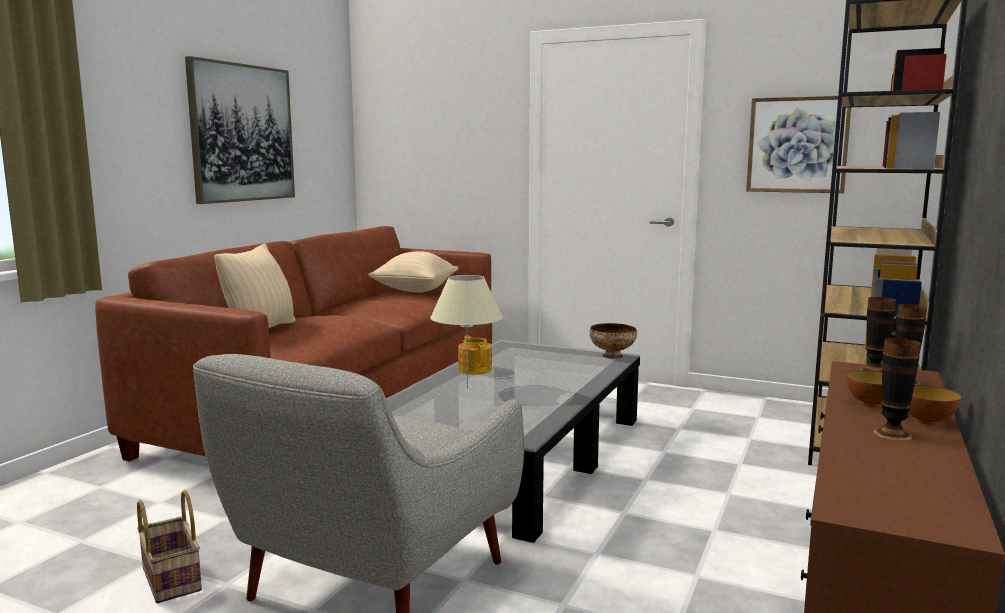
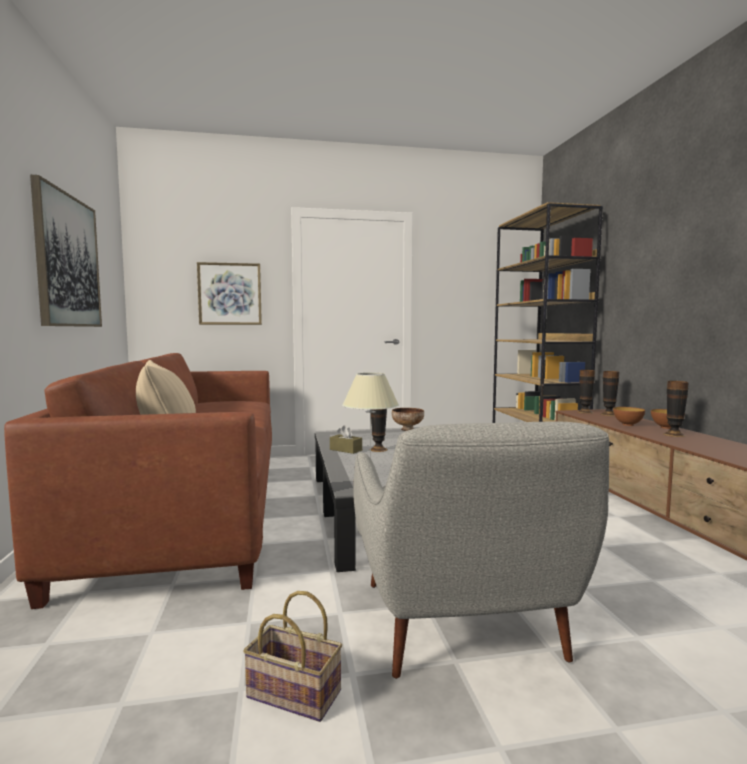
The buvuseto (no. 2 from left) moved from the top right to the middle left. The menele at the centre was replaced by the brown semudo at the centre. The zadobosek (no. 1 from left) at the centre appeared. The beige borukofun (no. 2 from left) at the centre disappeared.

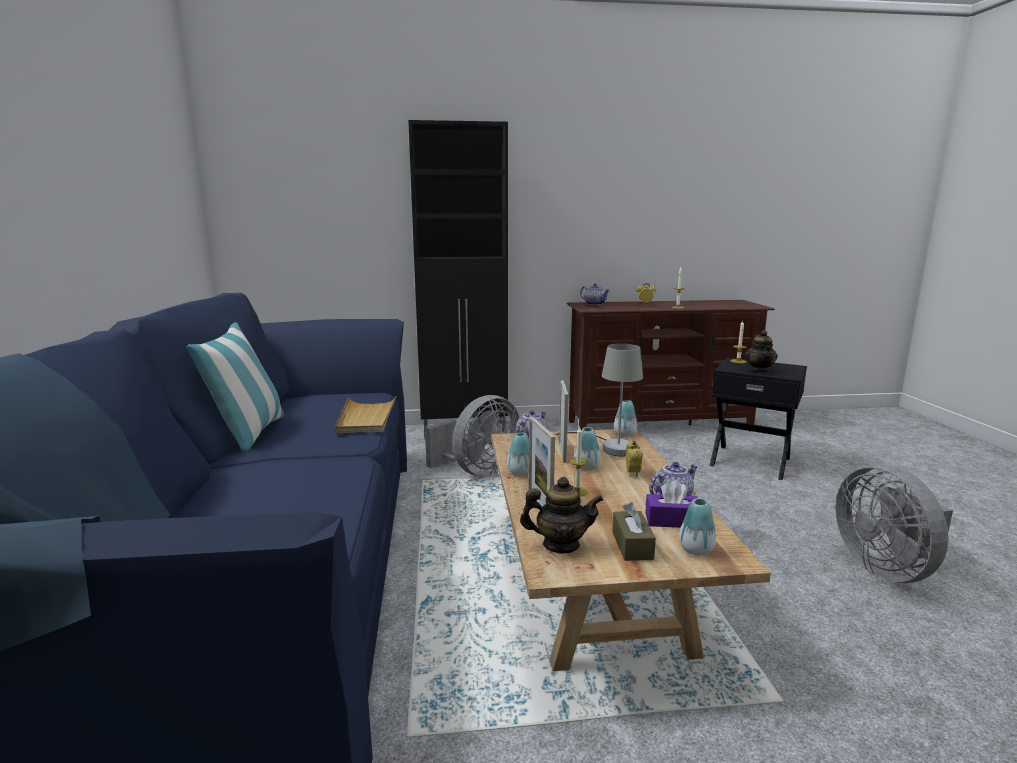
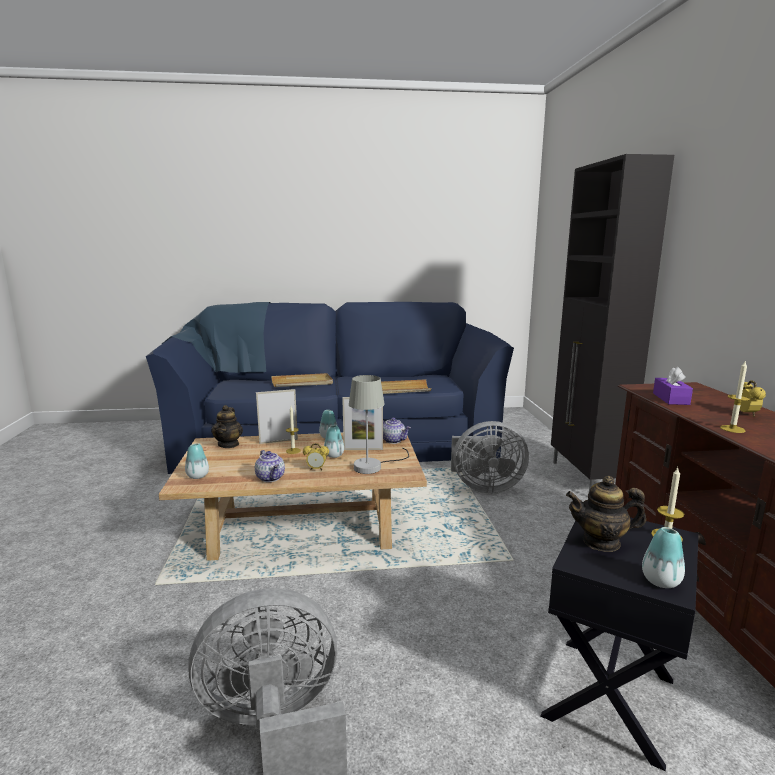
The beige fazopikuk (no. 1 from left) at the centre appeared. The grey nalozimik (no. 1 from left in the first image) at the centre turned 45 degrees counterclockwise. The zadobosek (no. 3 from left in the first image) moved from the centre to the bottom right. The purple semudo moved from the centre to the middle right. The borukofun at the middle left disappeared. The menele (no. 3 from left) at the centre disappeared. The brown semudo at the bottom centre disappeared.

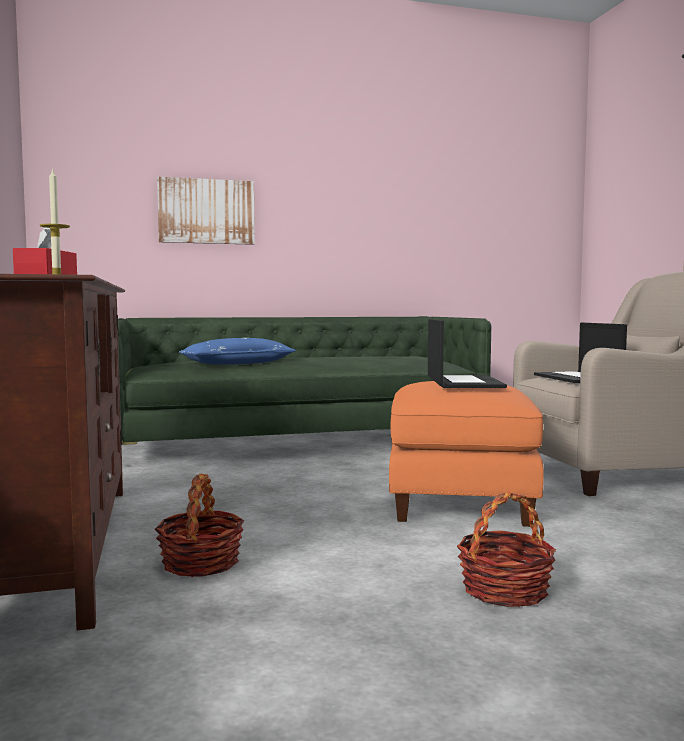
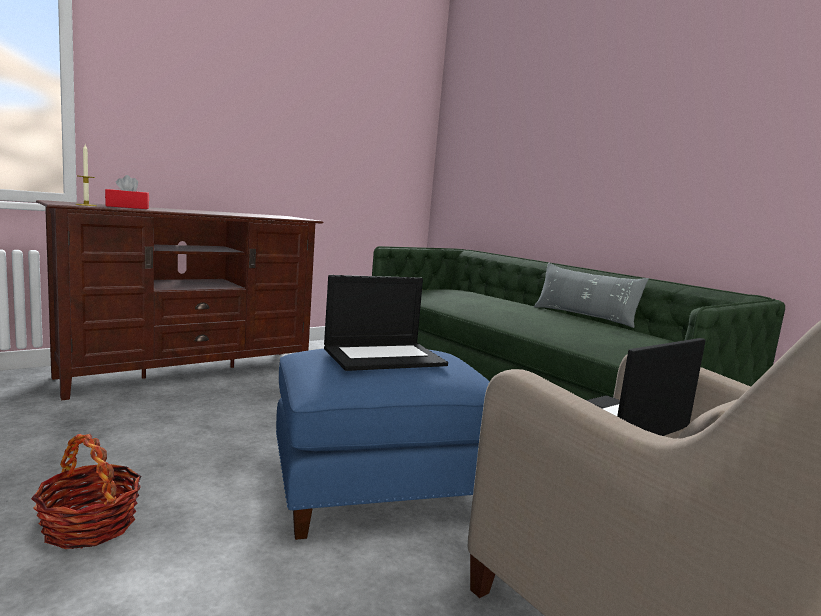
The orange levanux at the middle right became the blue levanux at the bottom centre. The grey borukofun at the middle right appeared. The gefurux (no. 1 from left) at the bottom left disappeared. The buvuseto at the top left disappeared. The blue borukofun at the centre disappeared.

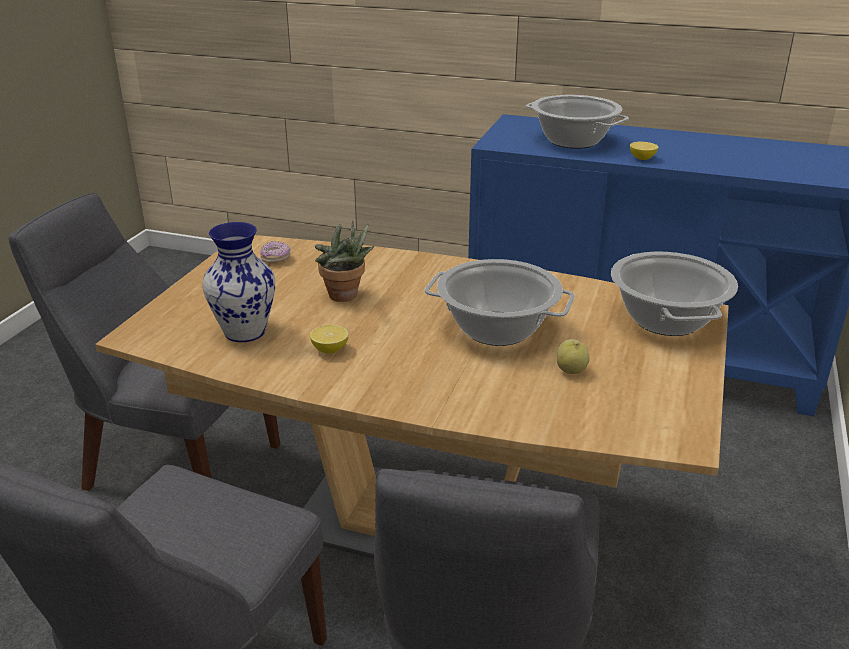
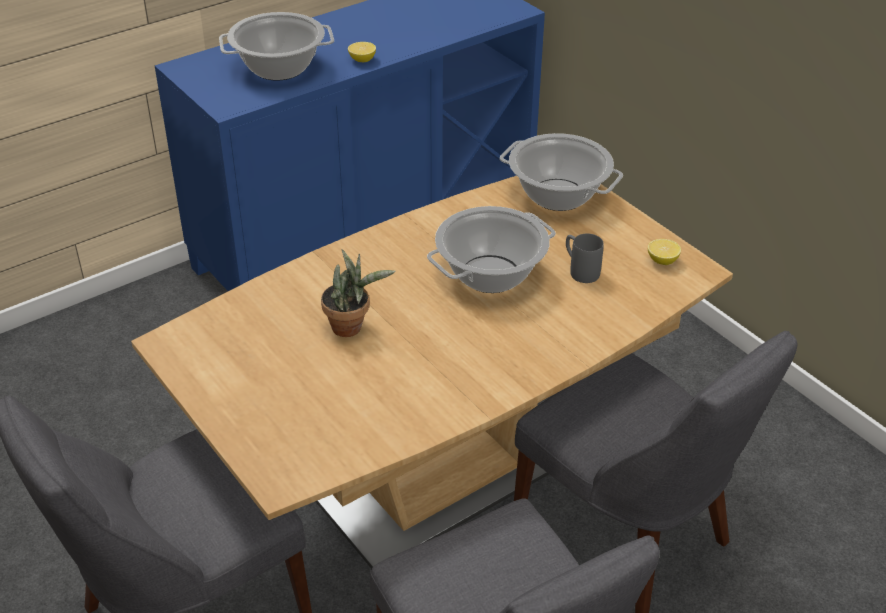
The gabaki at the middle right was replaced by the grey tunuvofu at the centre. The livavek (no. 1 from left in the first image) moved from the centre to the middle right. The zadobosek at the middle left disappeared. The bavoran at the middle left disappeared.

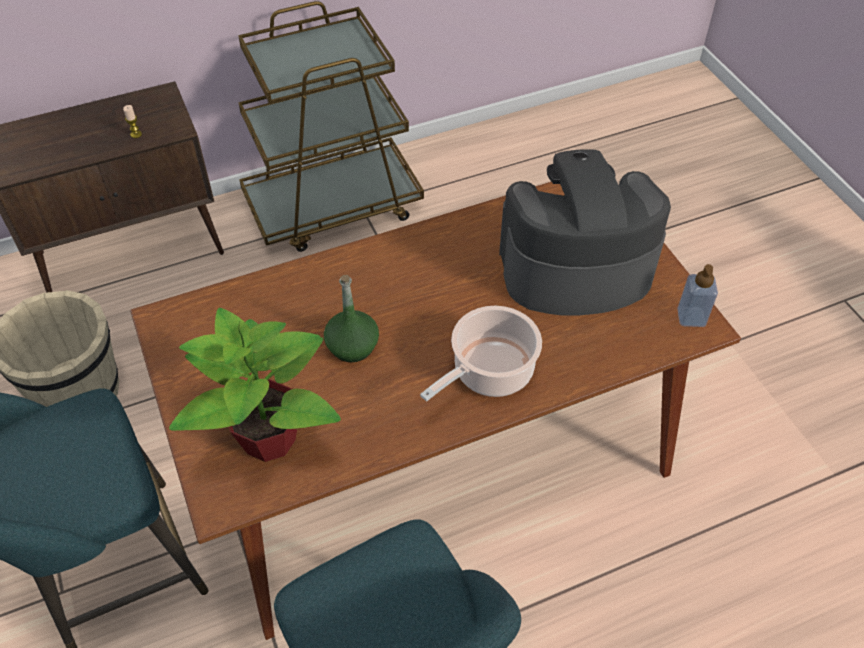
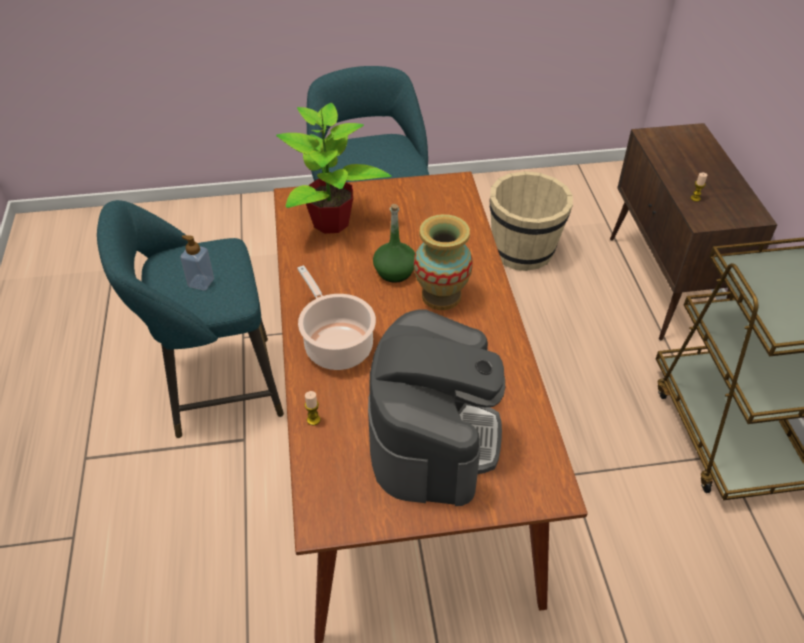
The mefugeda moved from the middle right to the middle left. The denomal (no. 1 from left) at the centre appeared. The zadobosek at the centre appeared.

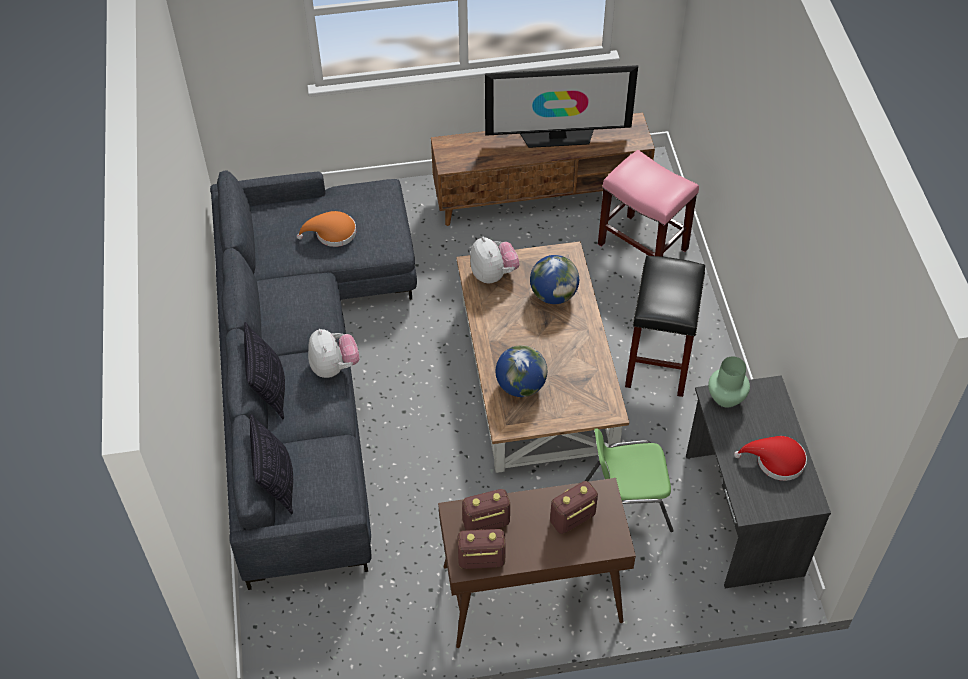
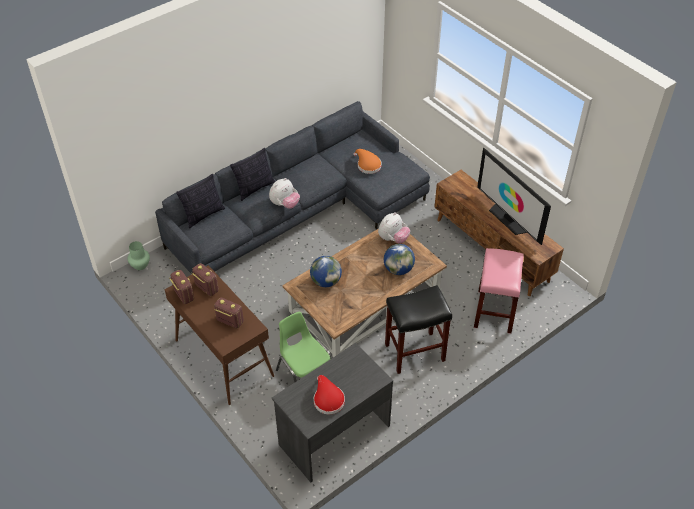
The green zadobosek moved from the middle right to the middle left.

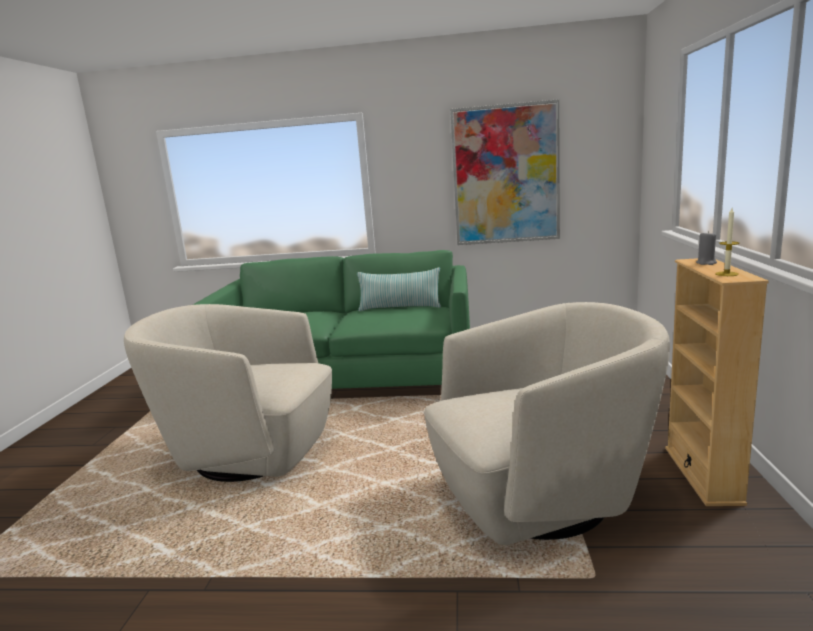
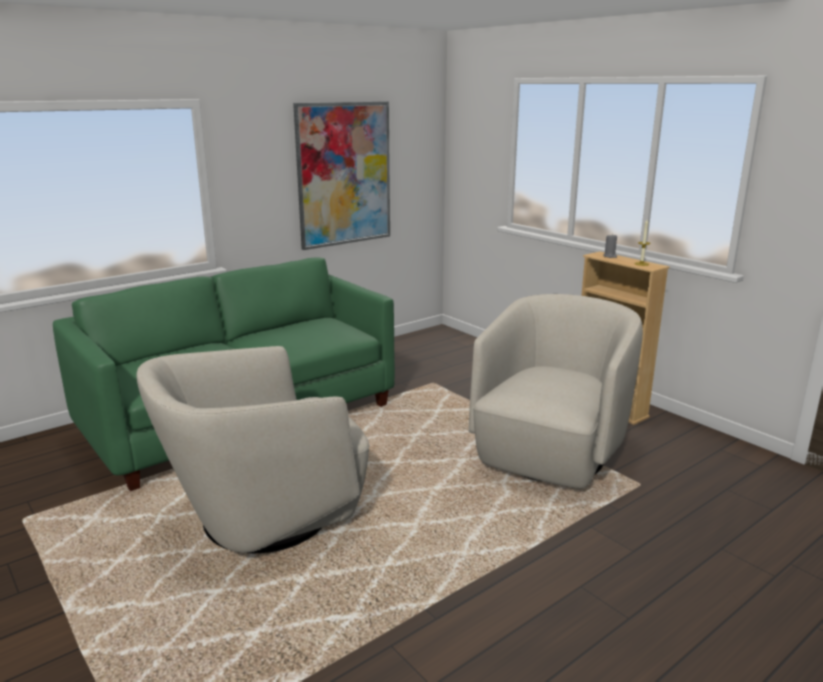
The borukofun at the centre disappeared.

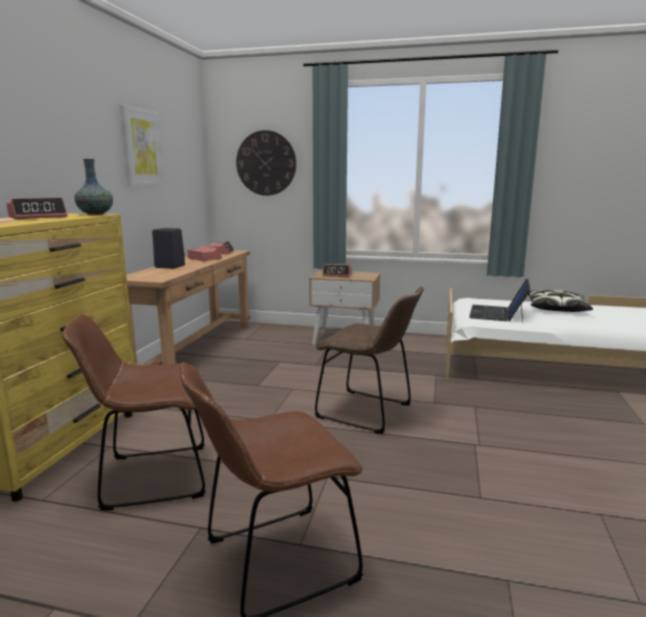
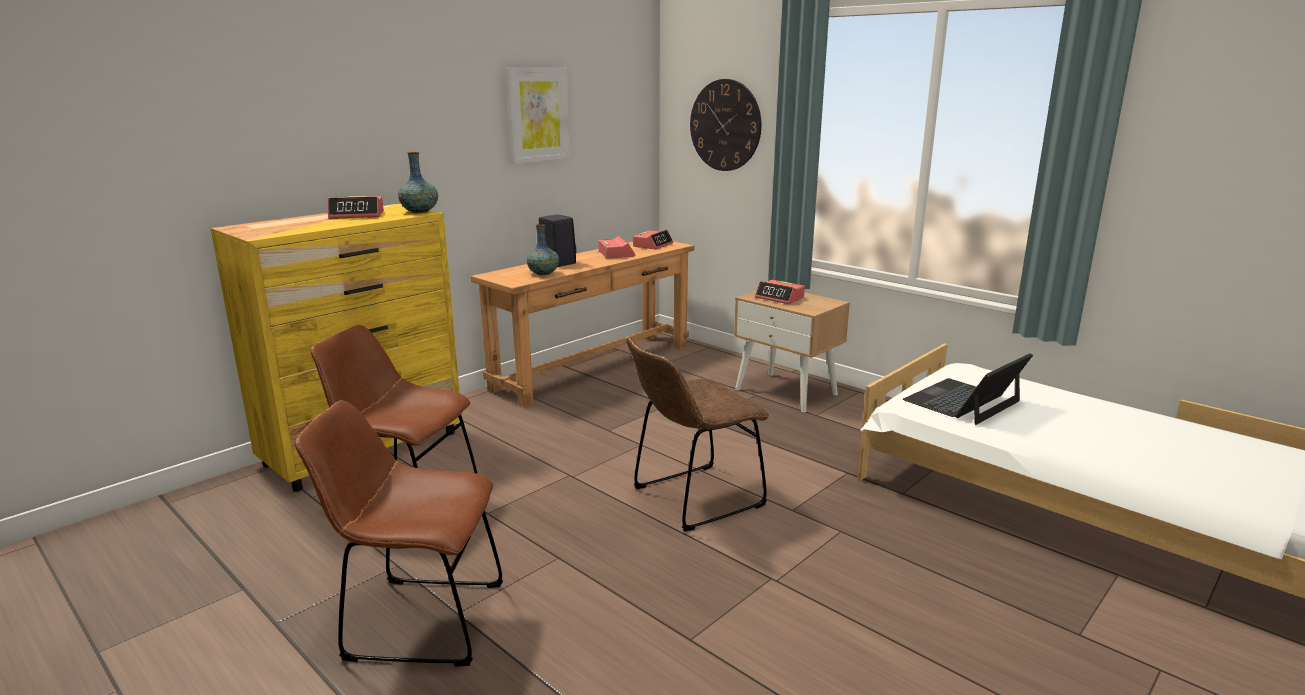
The zadobosek (no. 2 from left) at the centre appeared. The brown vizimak (no. 3 from left) at the centre turned 90 degrees clockwise. The borukofun at the middle right disappeared.

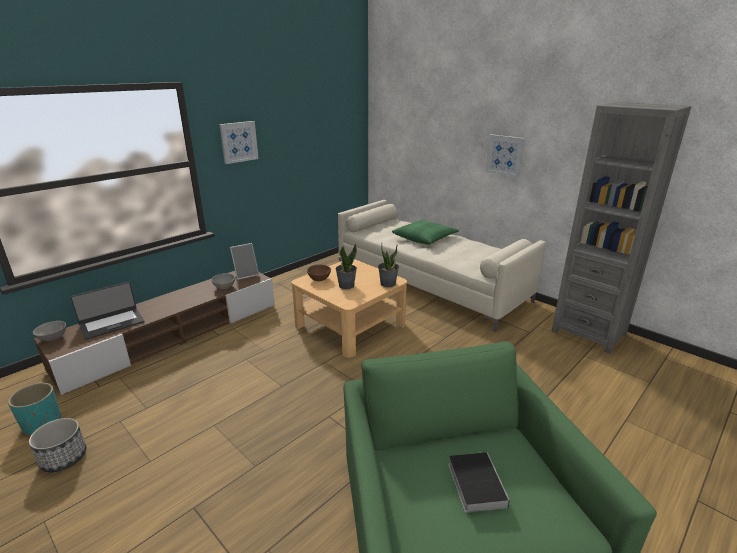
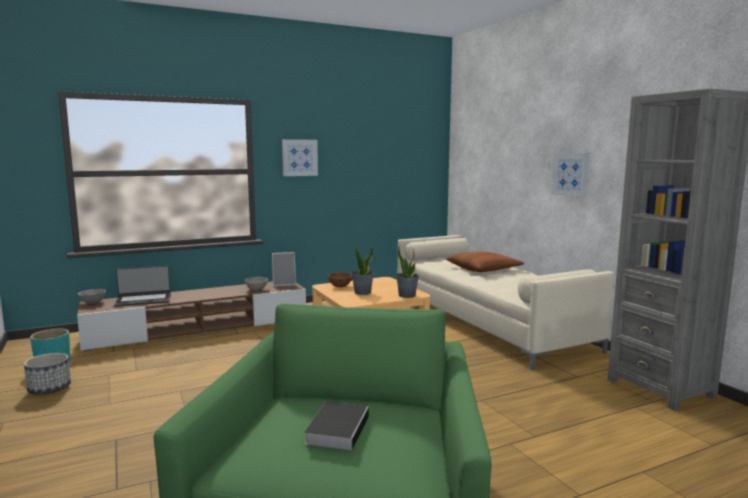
The green borukofun at the centre became the brown borukofun at the centre.

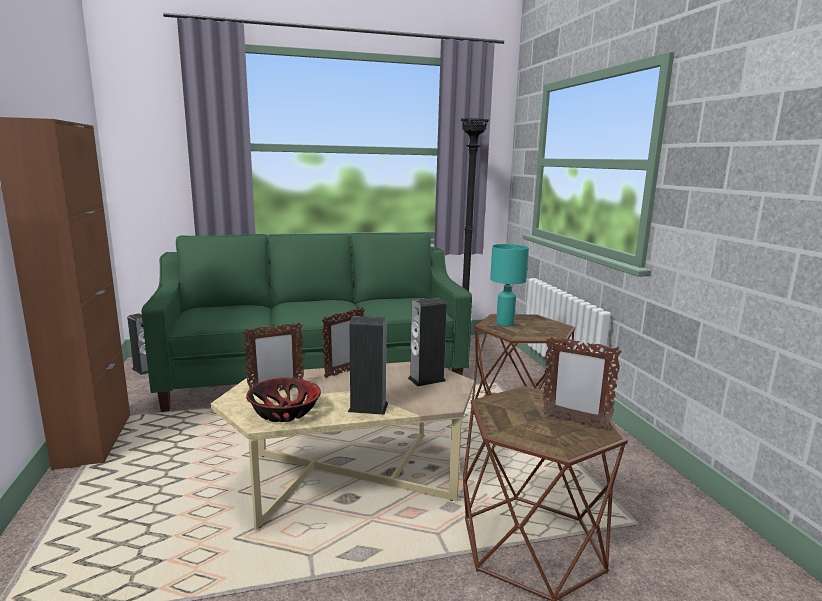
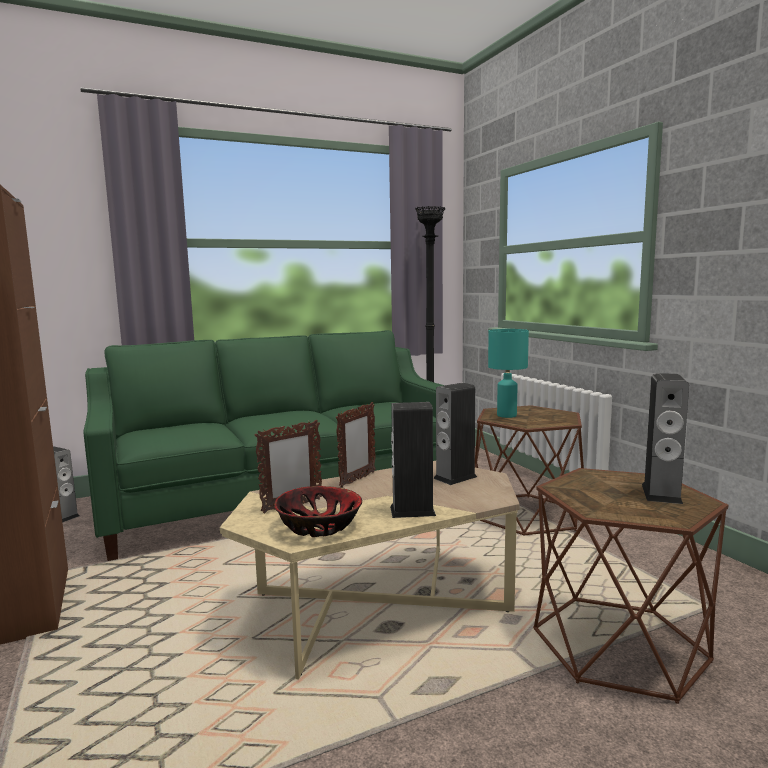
The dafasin (no. 3 from left) at the middle right was replaced by the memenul (no. 4 from left) at the middle right.

